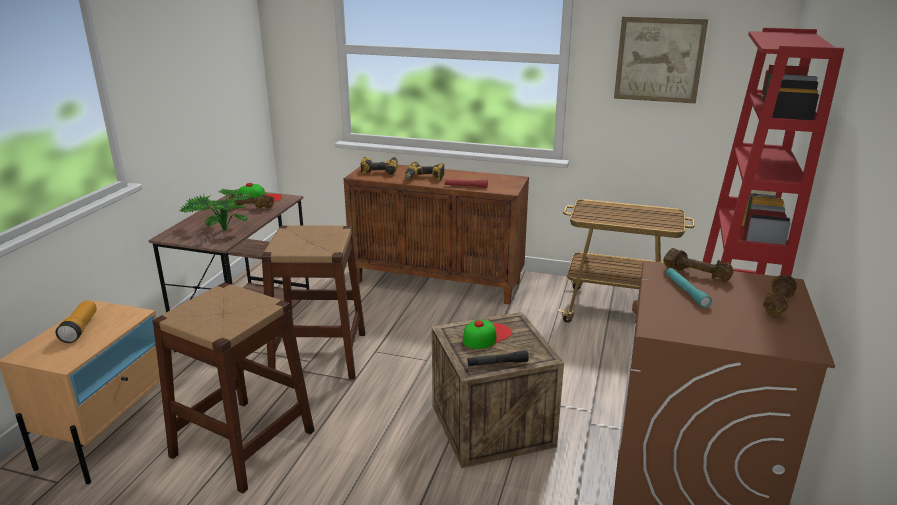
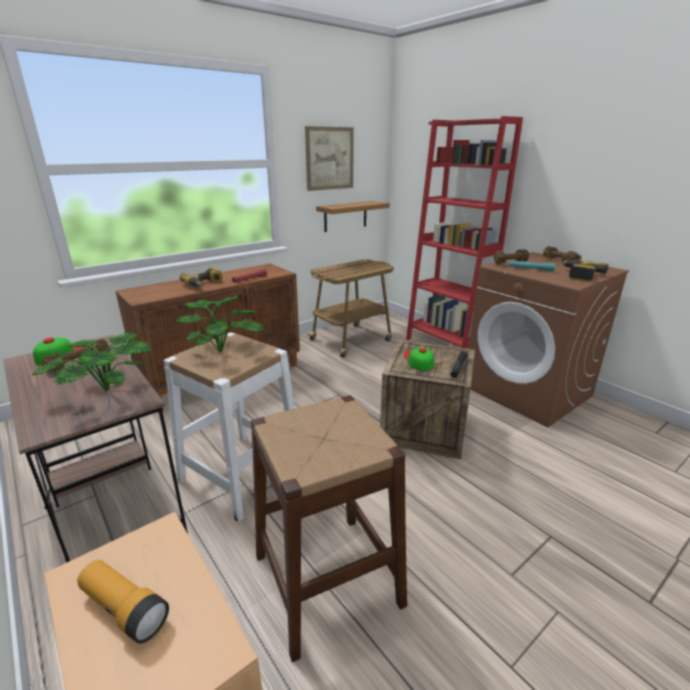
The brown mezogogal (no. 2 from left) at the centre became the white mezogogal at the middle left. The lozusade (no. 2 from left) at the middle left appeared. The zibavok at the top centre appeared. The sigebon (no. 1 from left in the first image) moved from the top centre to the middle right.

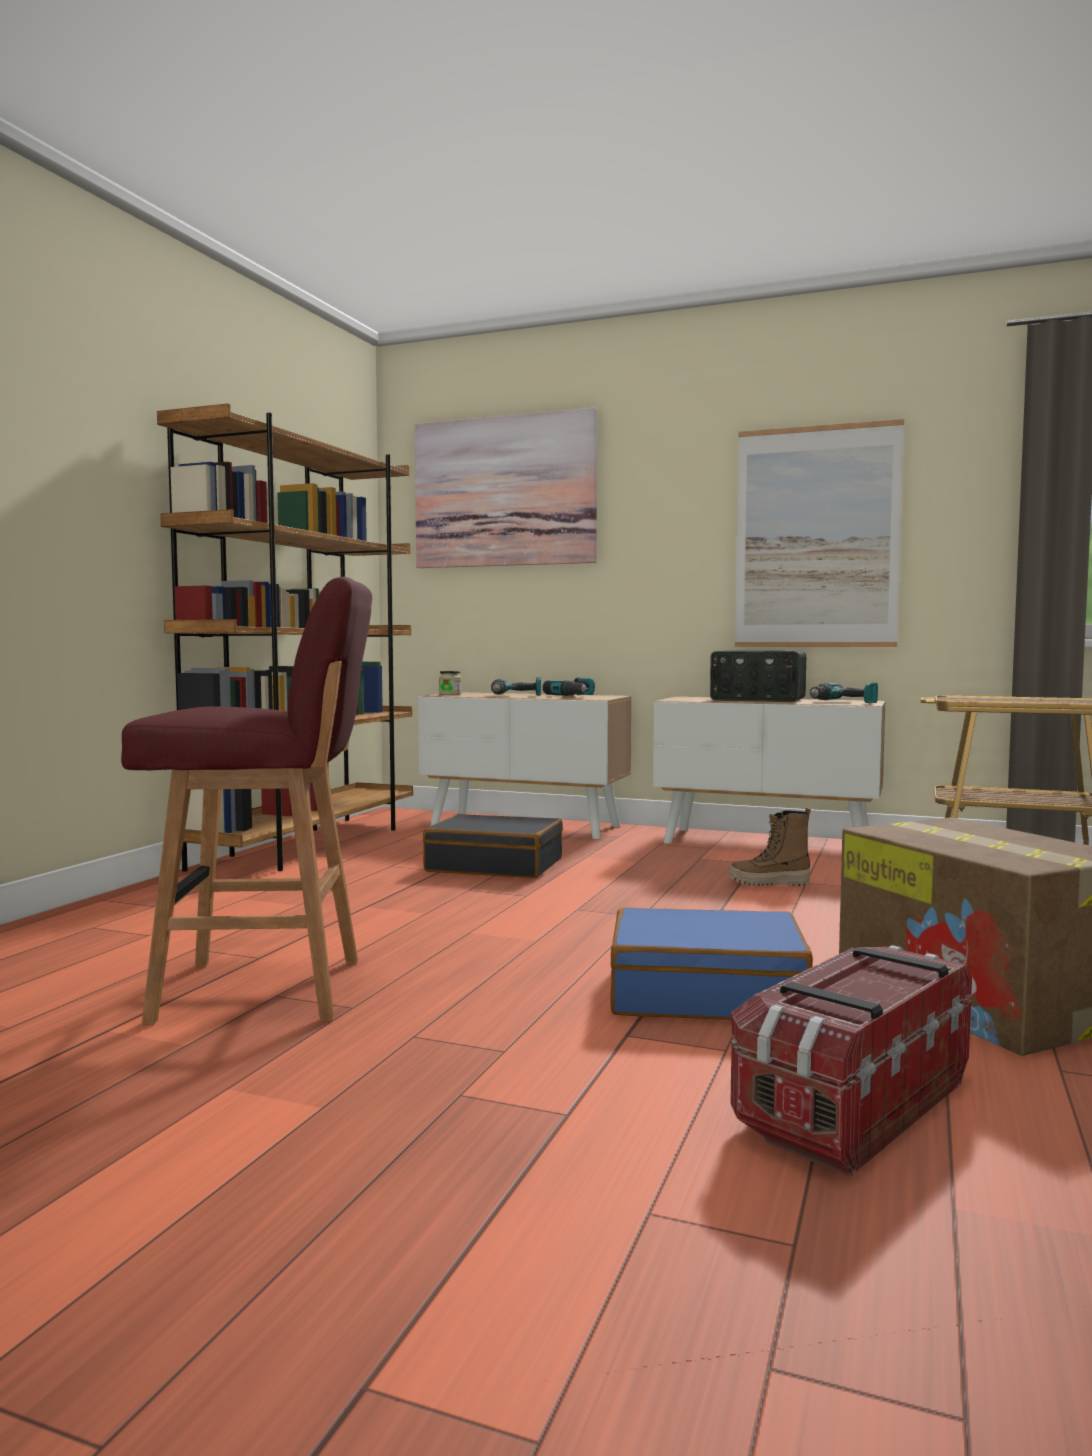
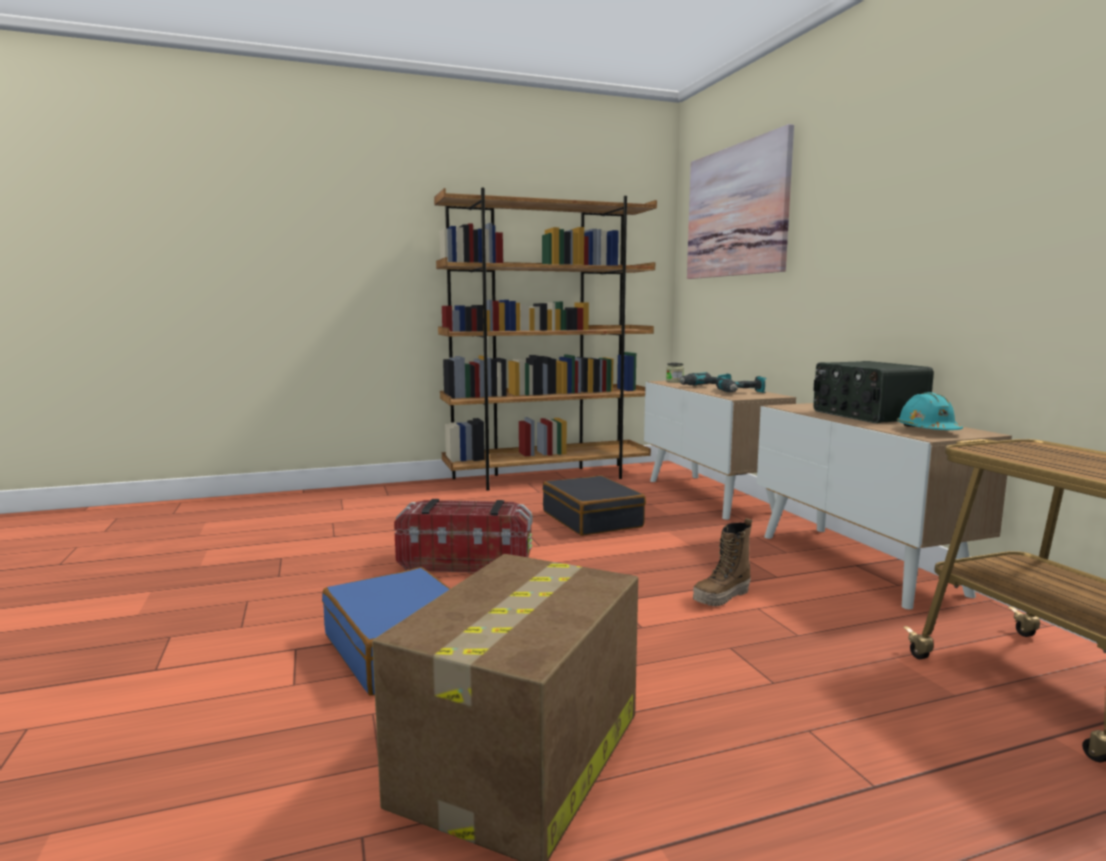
The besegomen moved from the bottom right to the centre. The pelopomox at the middle right turned 90 degrees counterclockwise. The sigebon (no. 3 from left) at the middle right was replaced by the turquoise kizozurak at the middle right. The red mezogogal at the middle left disappeared. The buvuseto (no. 2 from left) at the middle right disappeared.

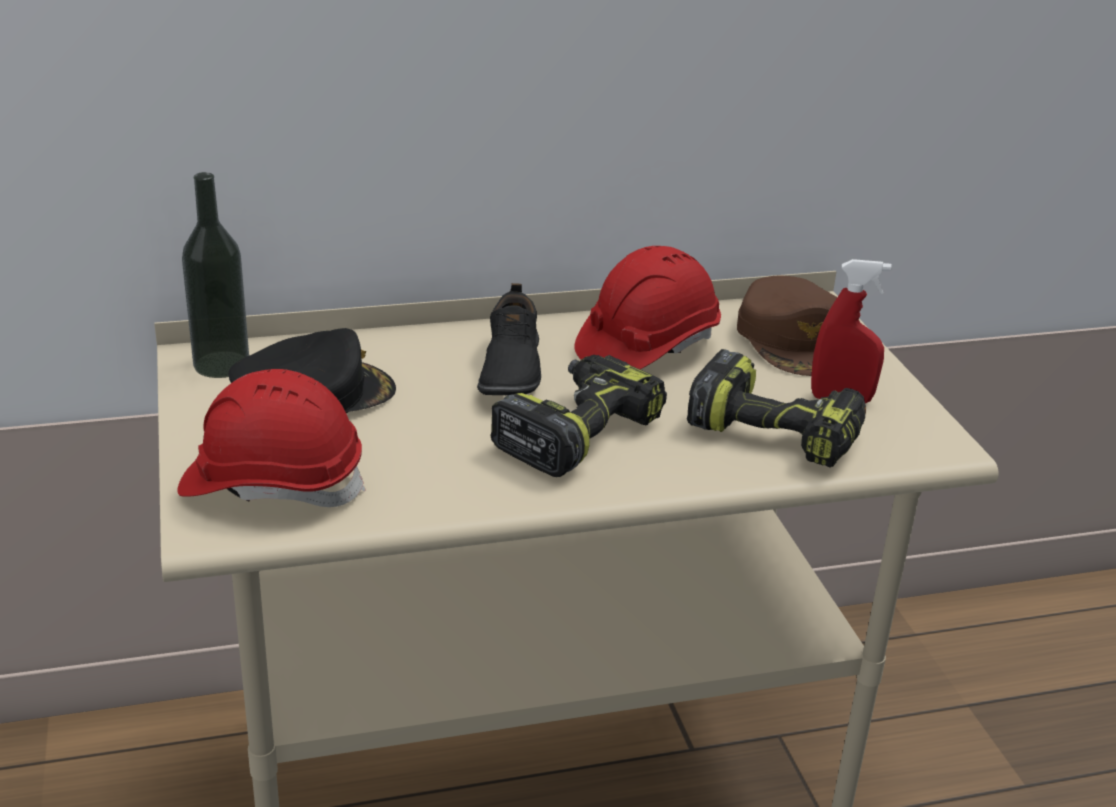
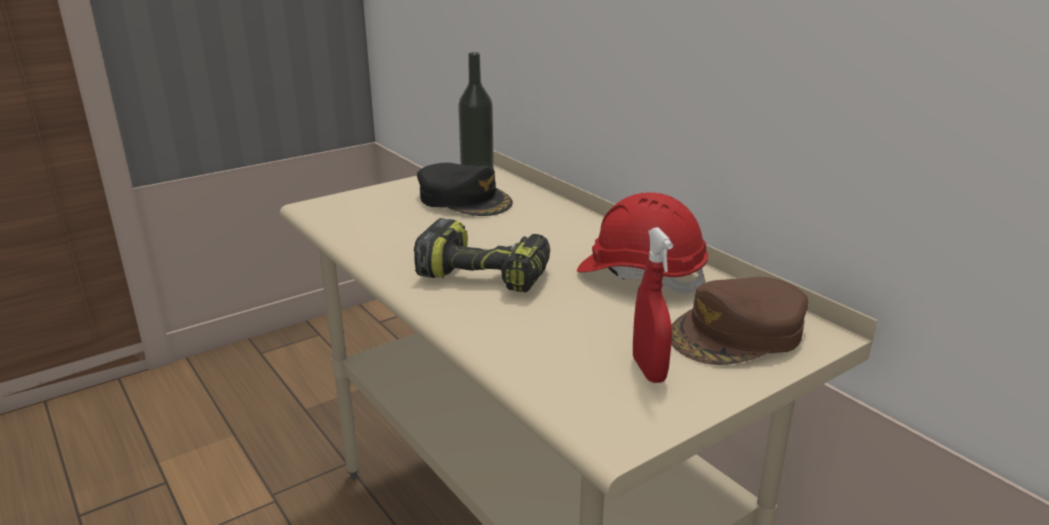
The red kizozurak (no. 1 from left) at the middle left disappeared. The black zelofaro at the centre disappeared. The sigebon (no. 2 from left) at the middle right disappeared.

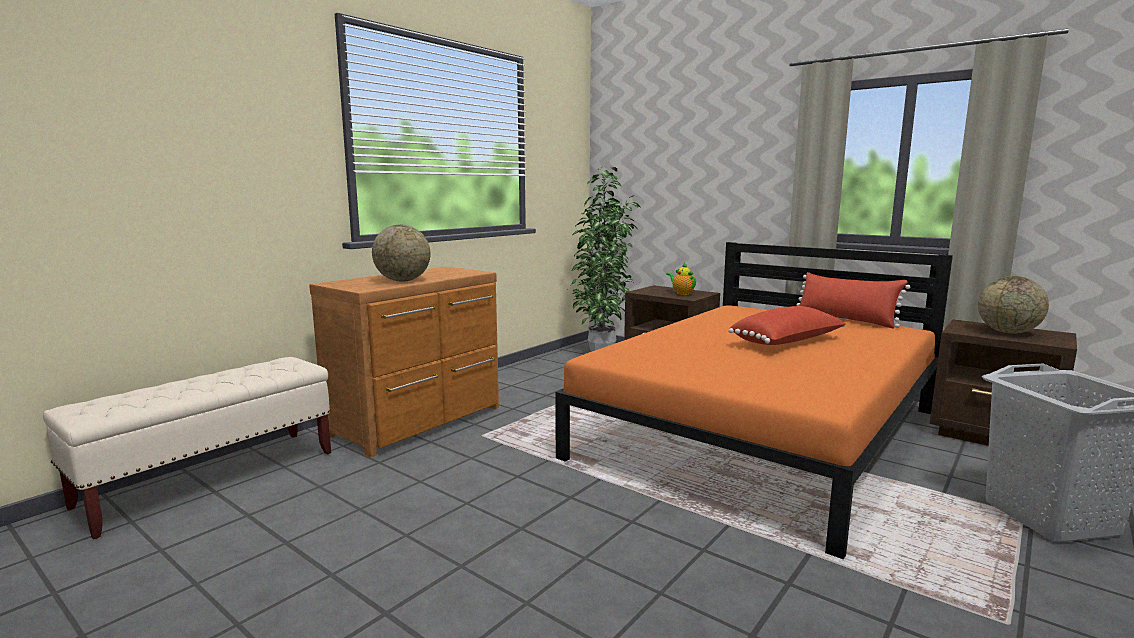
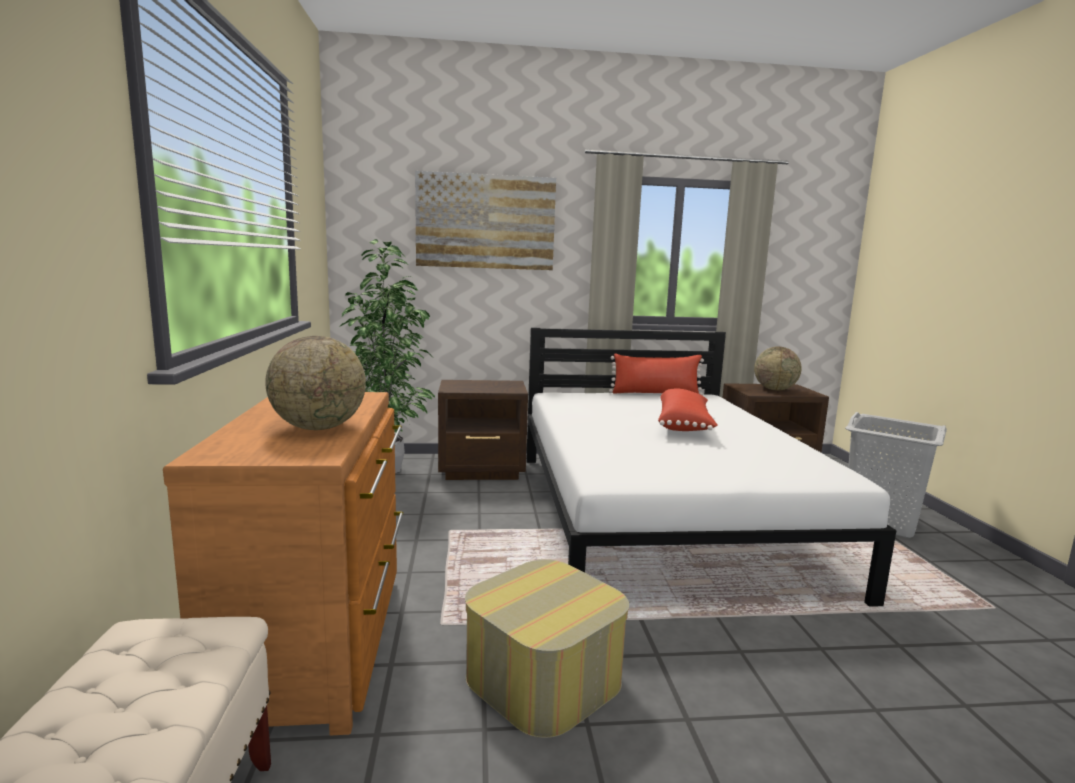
The buvuseto at the top centre appeared. The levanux at the bottom centre appeared. The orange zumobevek at the centre became the white zumobevek at the centre. The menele at the centre disappeared.

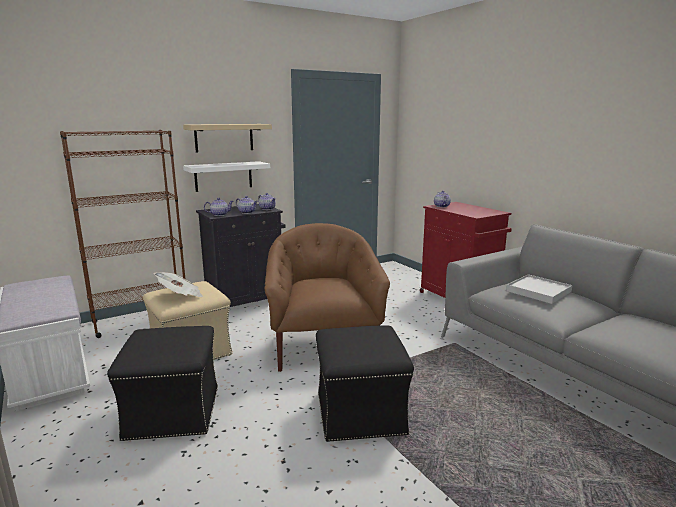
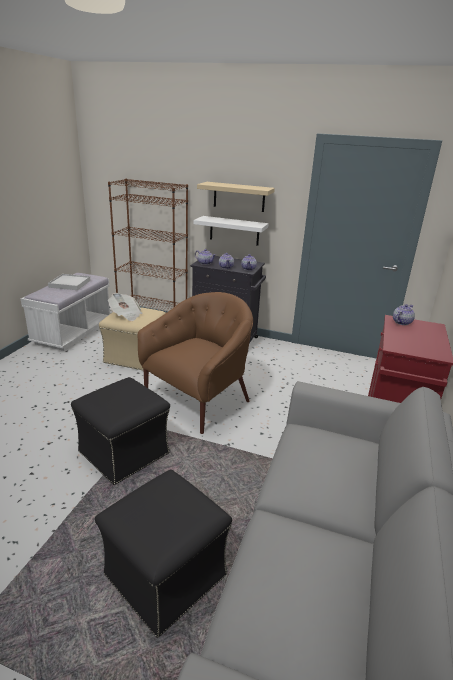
The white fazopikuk moved from the middle right to the middle left. The black levanux (no. 1 from left in the first image) moved from the bottom left to the bottom centre.

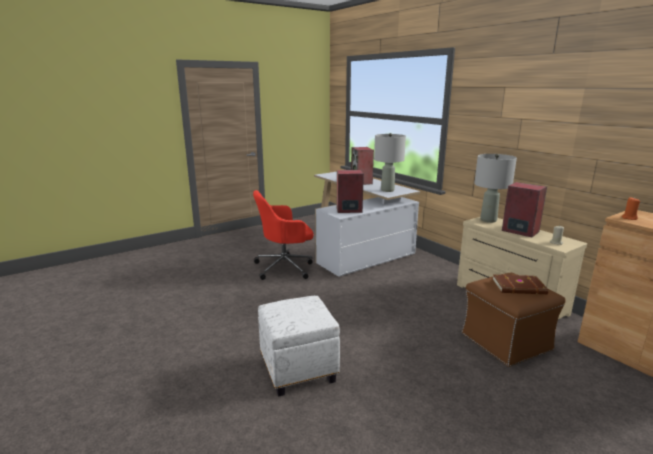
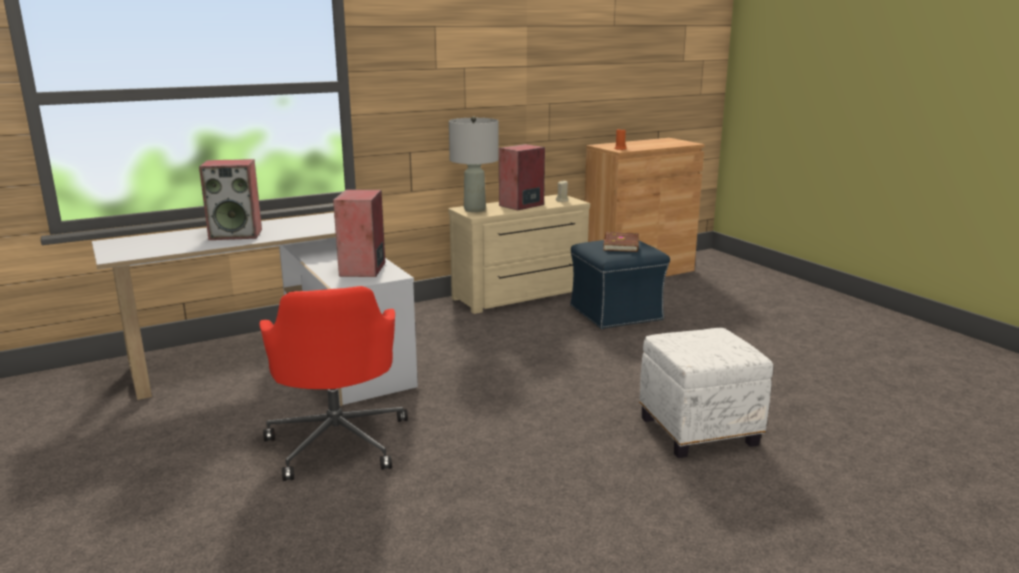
The brown levanux at the bottom right became the blue levanux at the centre. The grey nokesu (no. 1 from left) at the centre disappeared.

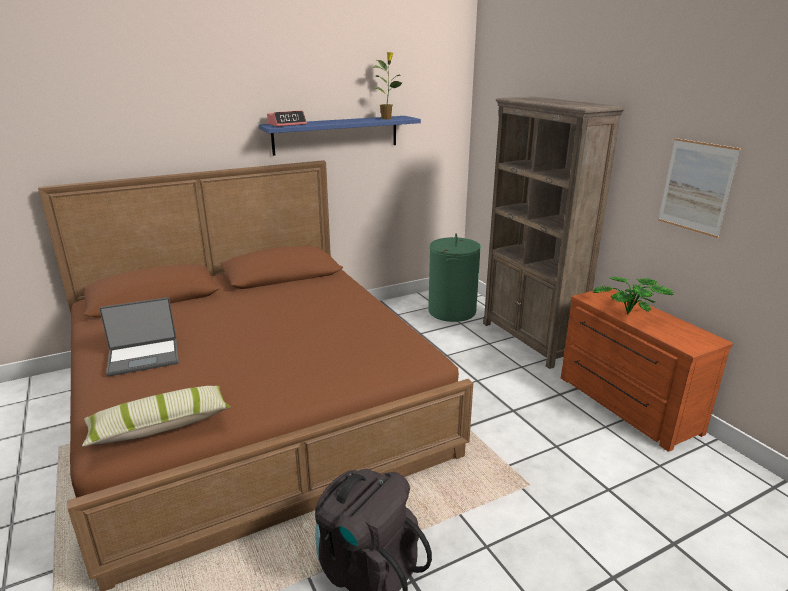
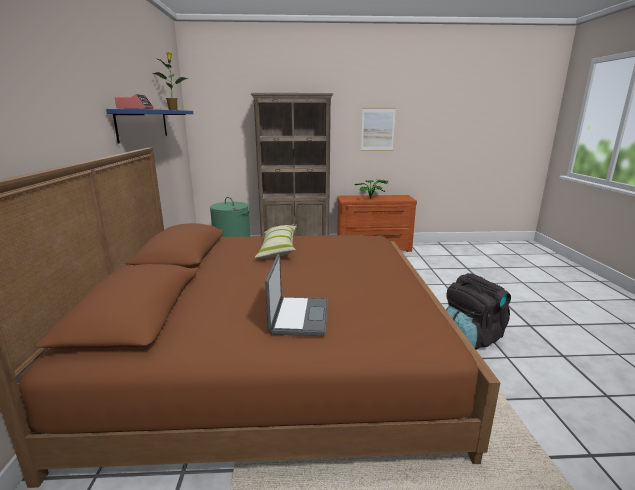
The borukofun moved from the bottom left to the centre.

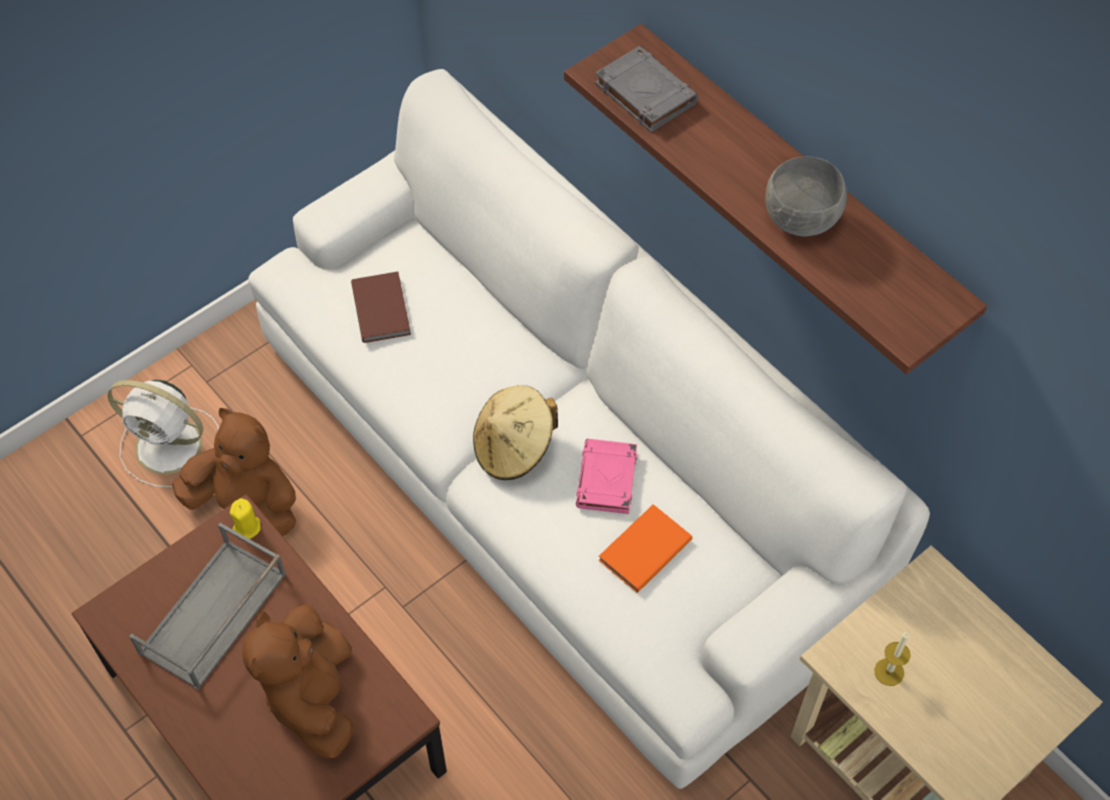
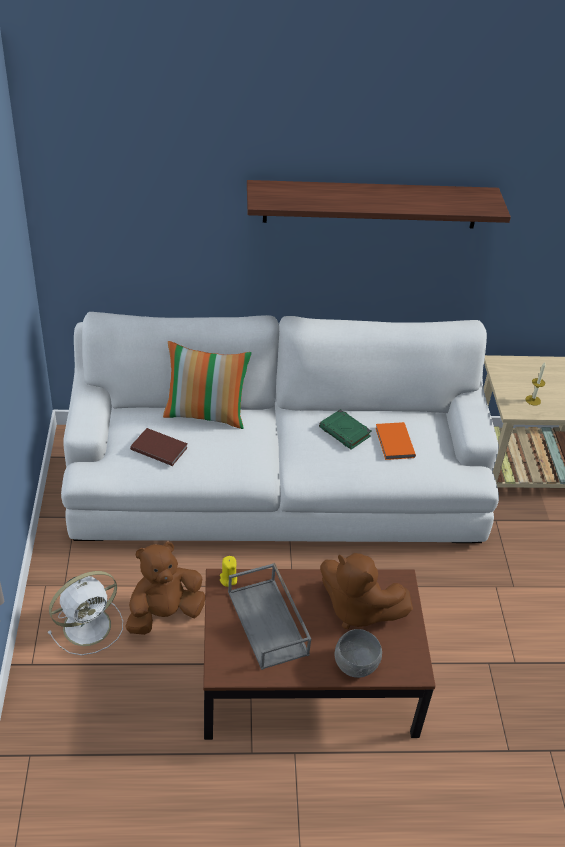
The borukofun at the centre appeared. The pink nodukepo at the centre became the green nodukepo at the centre. The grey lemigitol moved from the top right to the bottom centre. The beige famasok at the centre disappeared. The grey nodukepo at the top centre disappeared.

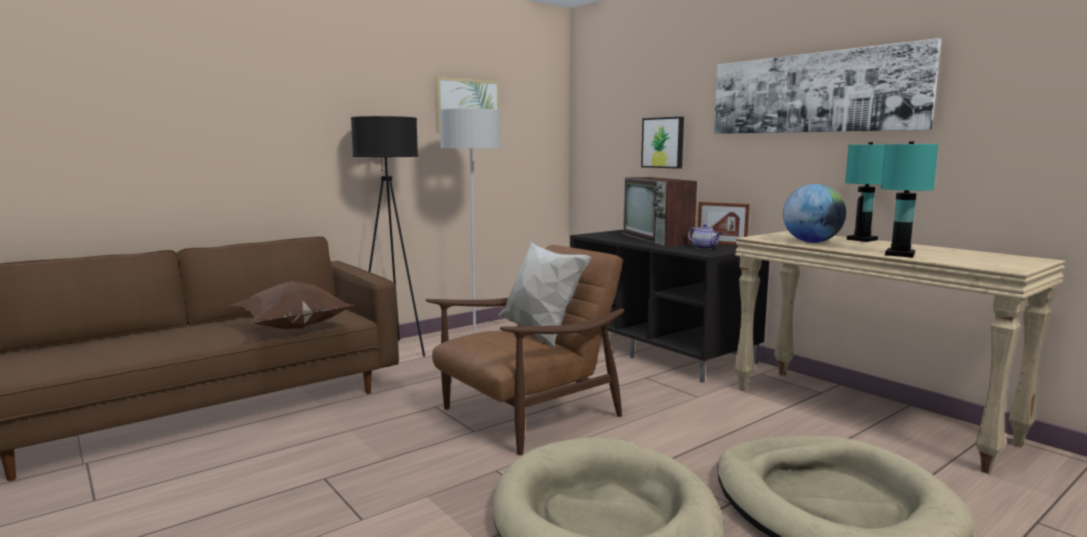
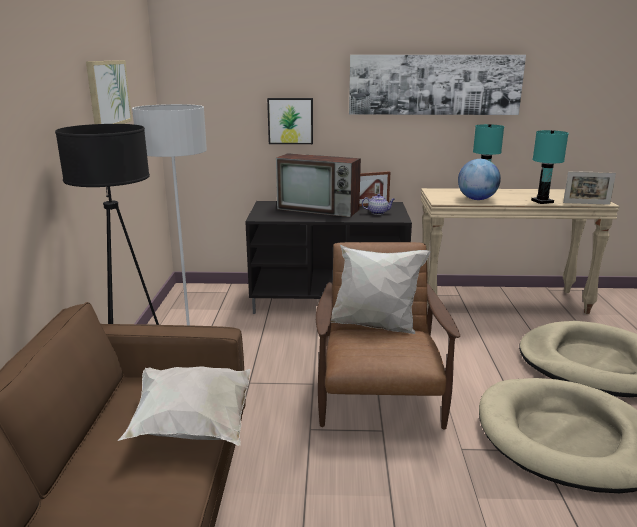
The brown borukofun at the middle left became the white borukofun (no. 1 from left) at the bottom left. The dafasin (no. 2 from left) at the middle right appeared.

